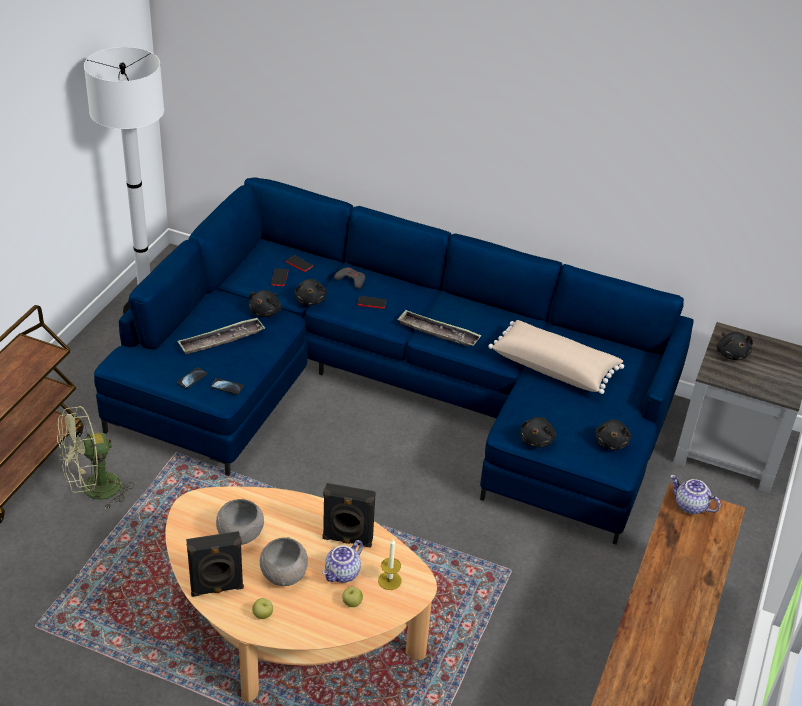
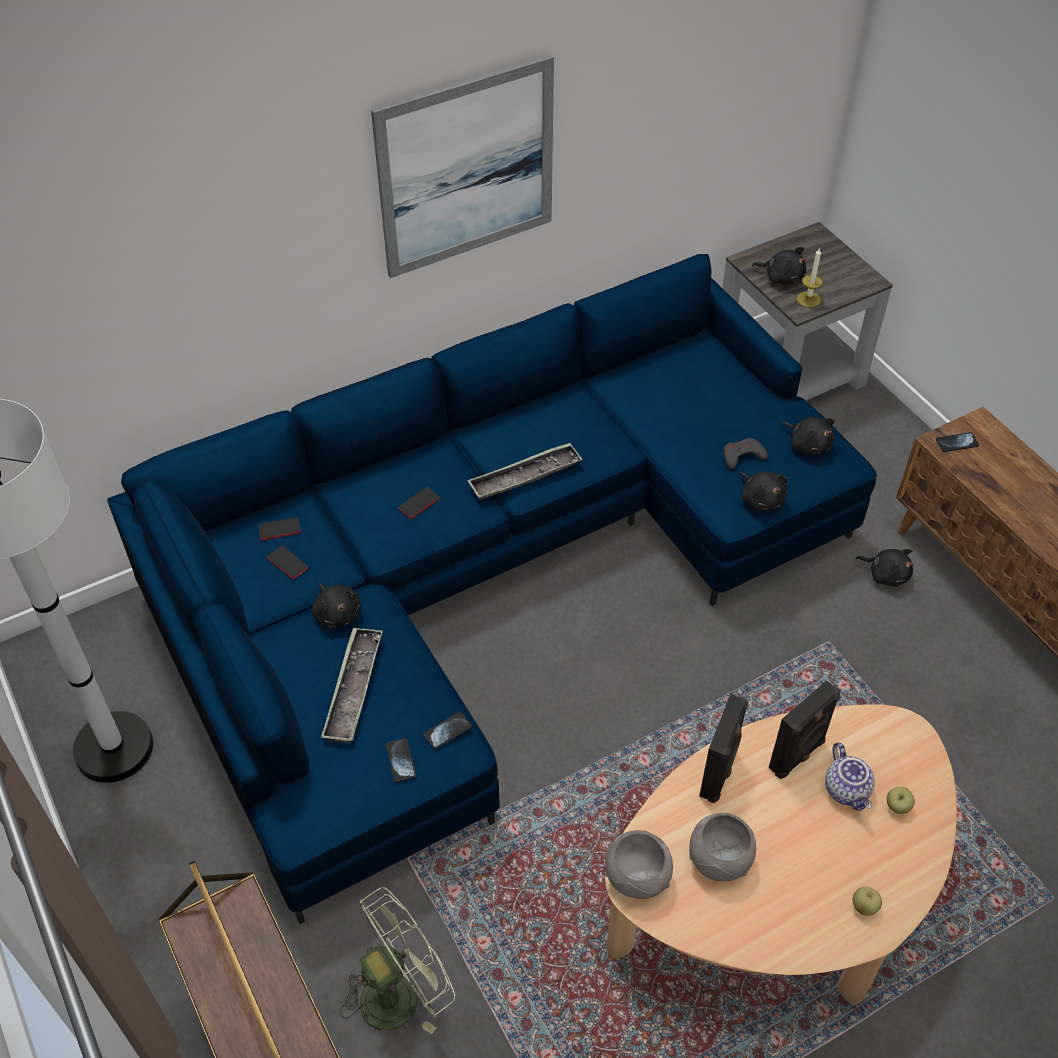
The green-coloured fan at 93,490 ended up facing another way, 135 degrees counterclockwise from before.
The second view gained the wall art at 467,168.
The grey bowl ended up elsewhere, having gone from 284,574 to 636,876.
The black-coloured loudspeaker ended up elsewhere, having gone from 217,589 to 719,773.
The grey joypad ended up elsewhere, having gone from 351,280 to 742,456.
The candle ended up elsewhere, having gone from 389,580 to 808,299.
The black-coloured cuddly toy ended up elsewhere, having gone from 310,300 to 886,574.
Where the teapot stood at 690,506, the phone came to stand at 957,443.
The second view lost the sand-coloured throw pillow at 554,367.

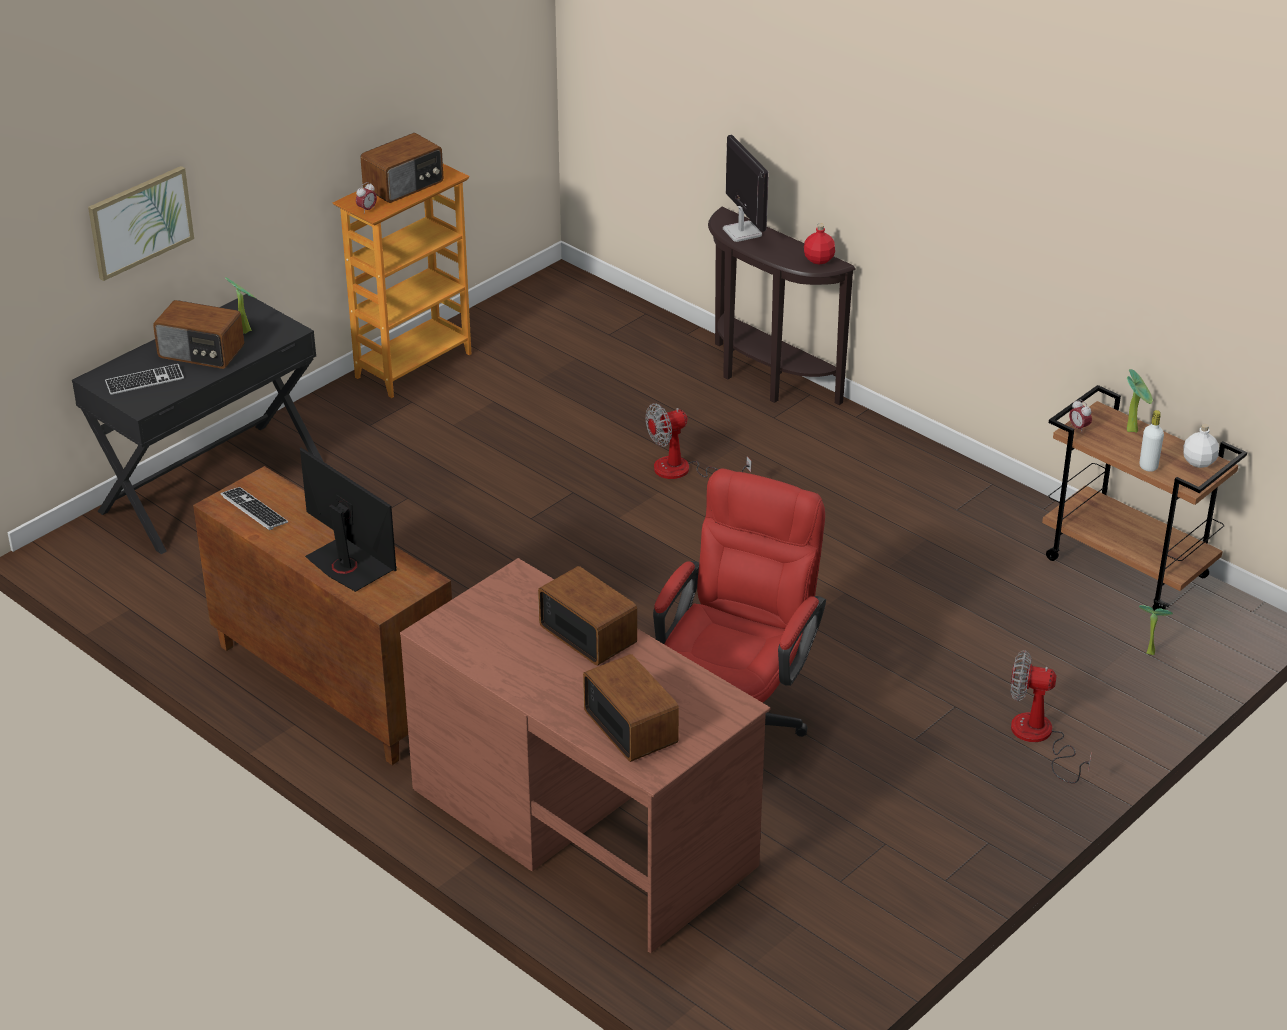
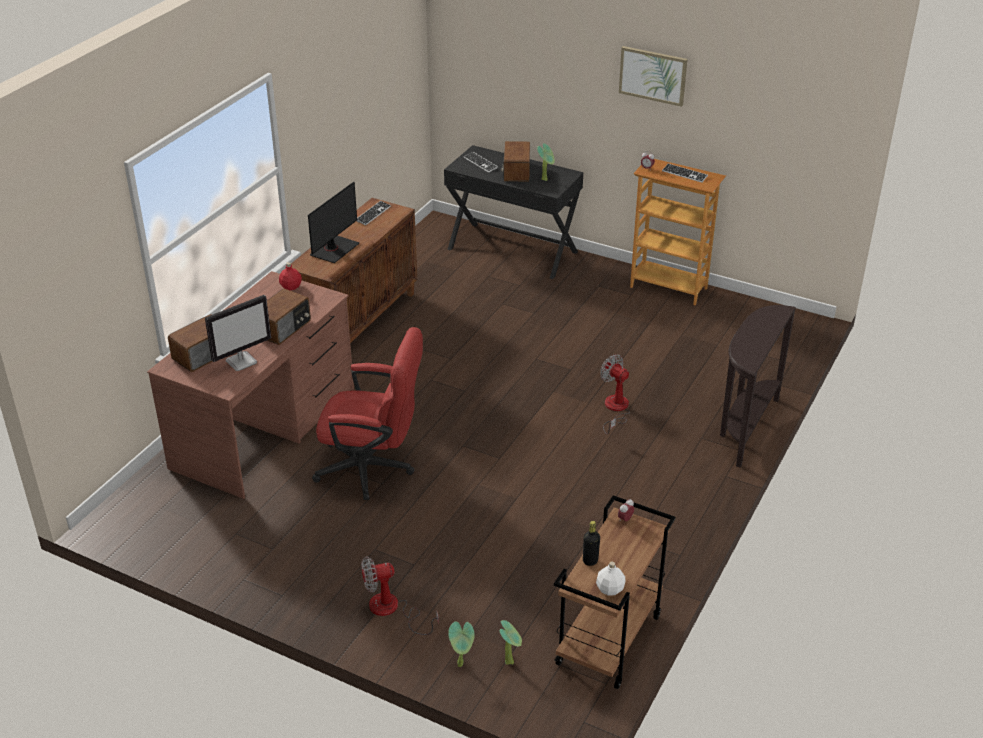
The computer screen ended up elsewhere, having gone from 741,232 to 242,361.
The red beverage bottle ended up elsewhere, having gone from 818,260 to 290,287.
The fan at 1039,738 ended up facing another way, 105 degrees counterclockwise from before.
The houseplant ended up elsewhere, having gone from 1133,429 to 461,664.
What was the whitish beverage bottle at 1148,466 turned into the black-coloured beverage bottle at 590,561.
The wall art ended up elsewhere, having gone from 140,222 to 653,75.
Where the radio receiver stood at 404,185, the computer keyboard came to stand at 684,174.

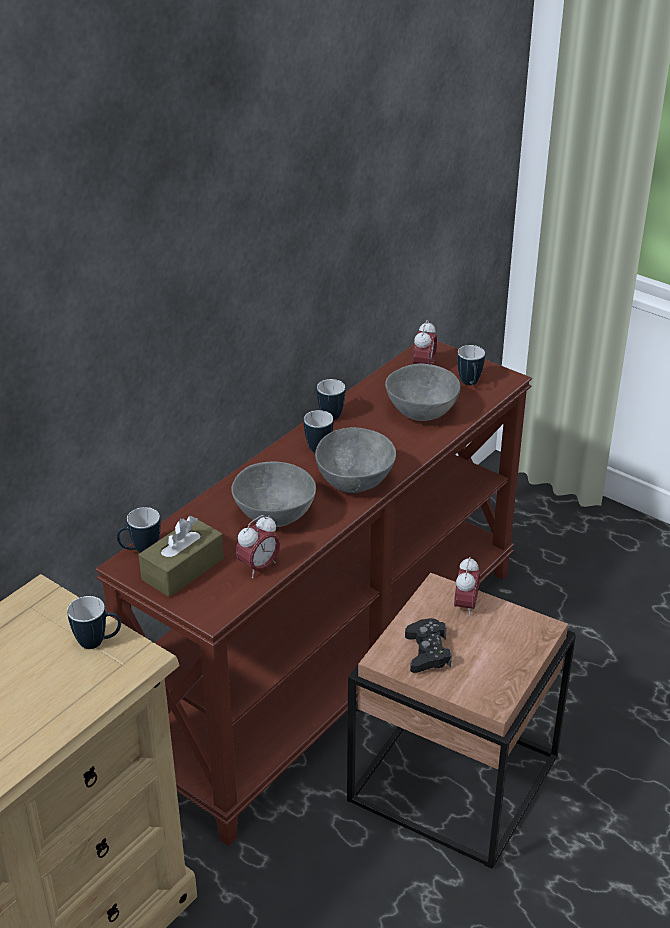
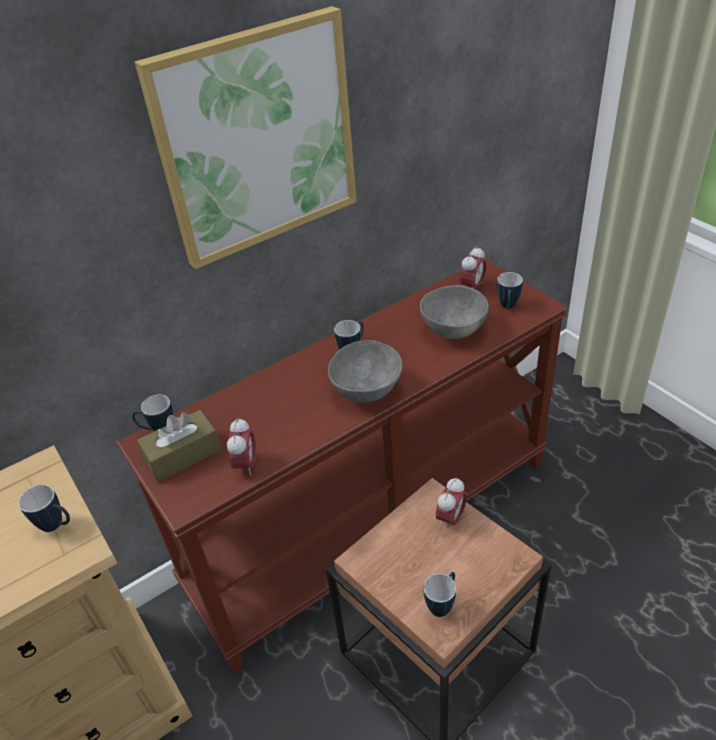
The second view gained the wall art at 257,139.
The bedside clock at 259,567 ended up facing another way, 60 degrees counterclockwise from before.
The tea mug ended up elsewhere, having gone from 333,413 to 442,604.
The second view lost the grey bowl at 275,517.
The second view lost the black-coloured joypad at 427,652.

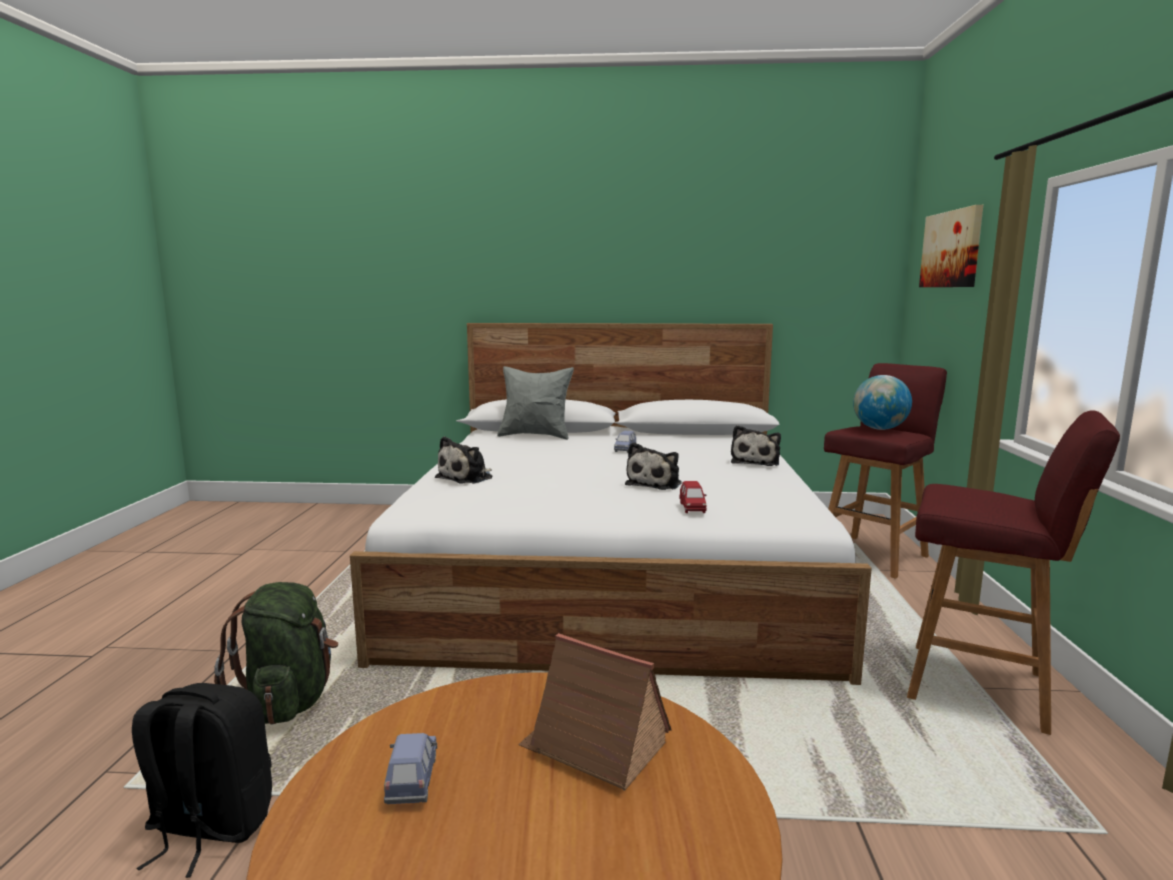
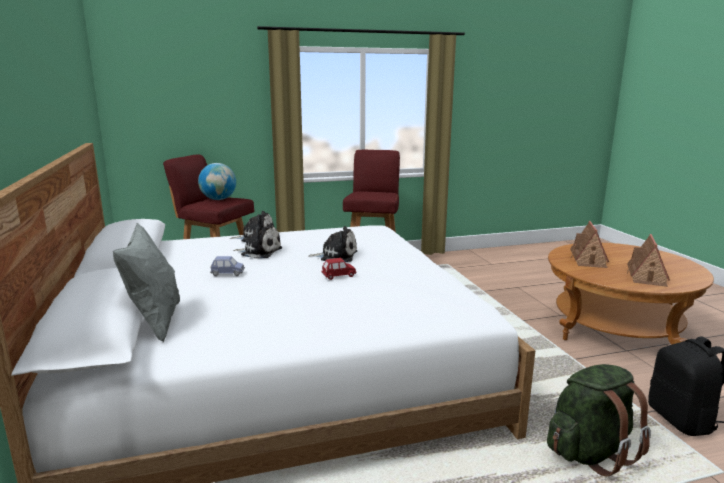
The cuddly toy ended up elsewhere, having gone from 467,478 to 259,252.
The red model car ended up elsewhere, having gone from 692,508 to 339,276.
Where the blue-coloured model car stood at 412,780, the miniature house came to stand at 647,276.
The second view lost the wall art at 952,249.

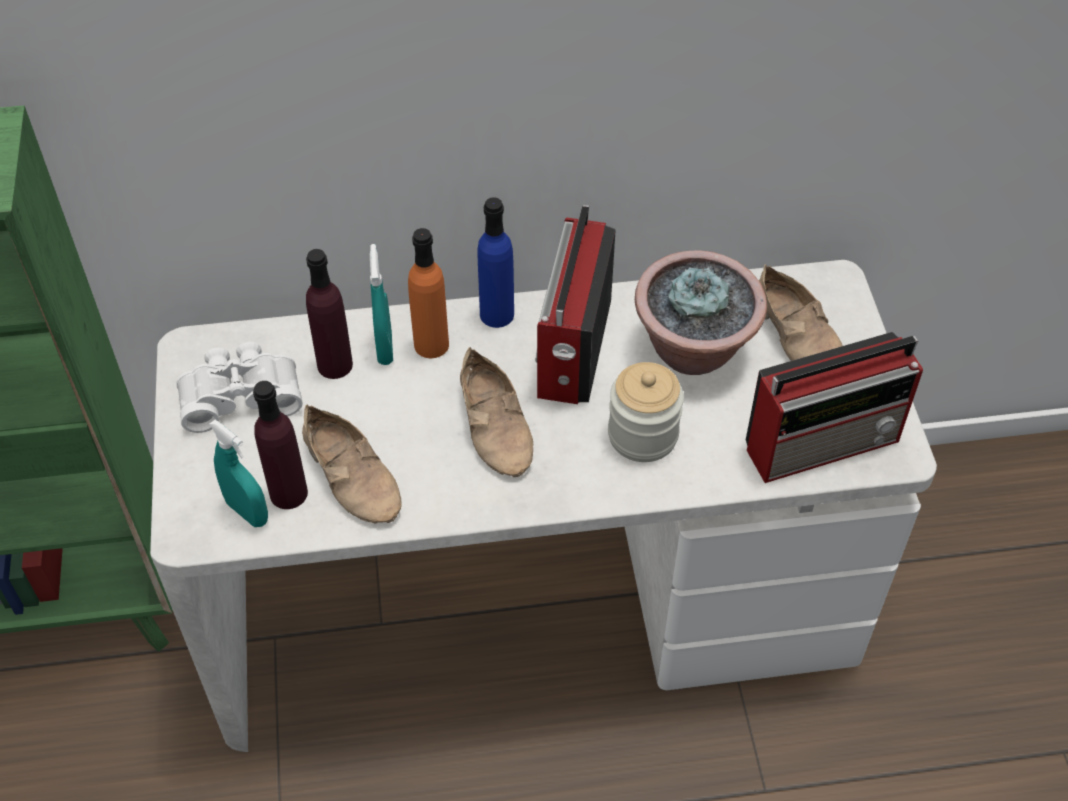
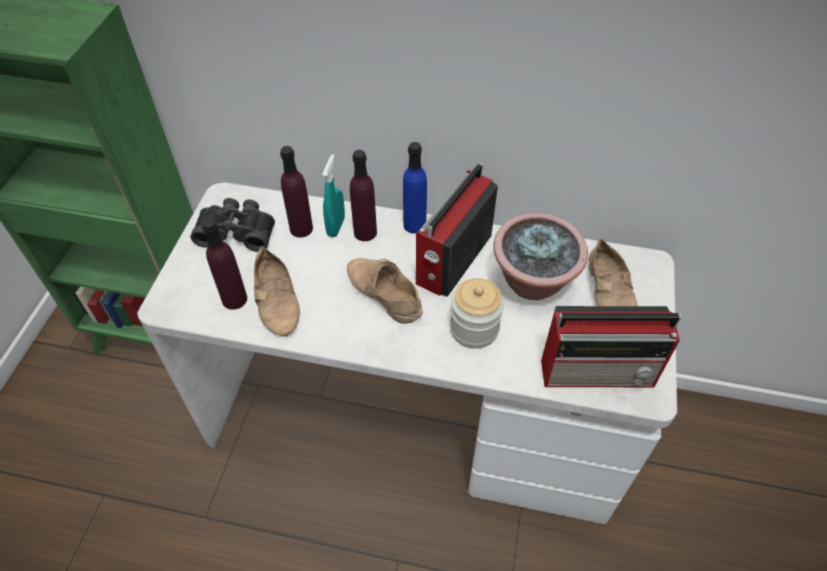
What was the whitish pair of binoculars at 240,395 turned into the black-coloured pair of binoculars at 237,231.
The sand-coloured shoe at 497,424 ended up facing another way, 135 degrees clockwise from before.
What was the orange-coloured beverage bottle at 431,344 turned into the purple beverage bottle at 365,232.
The second view lost the blue-green hand sprayer at 247,512.

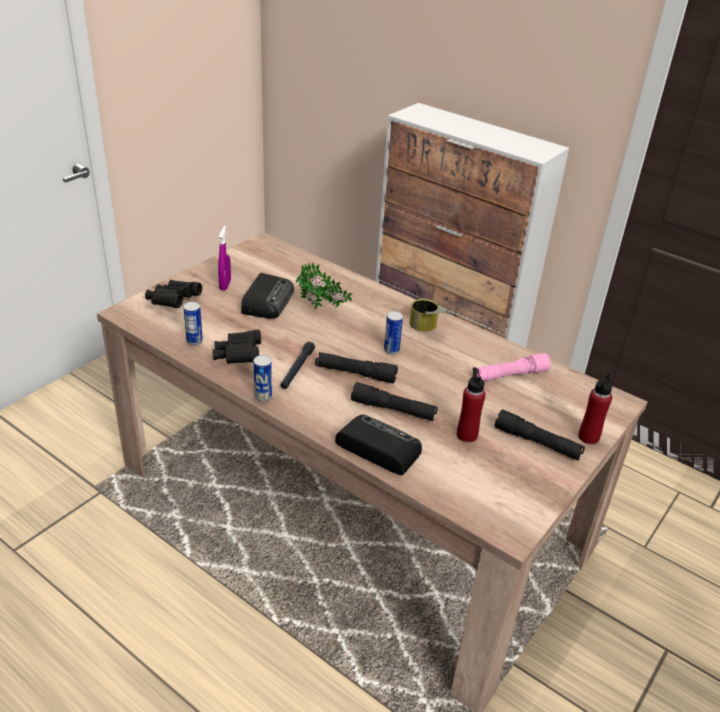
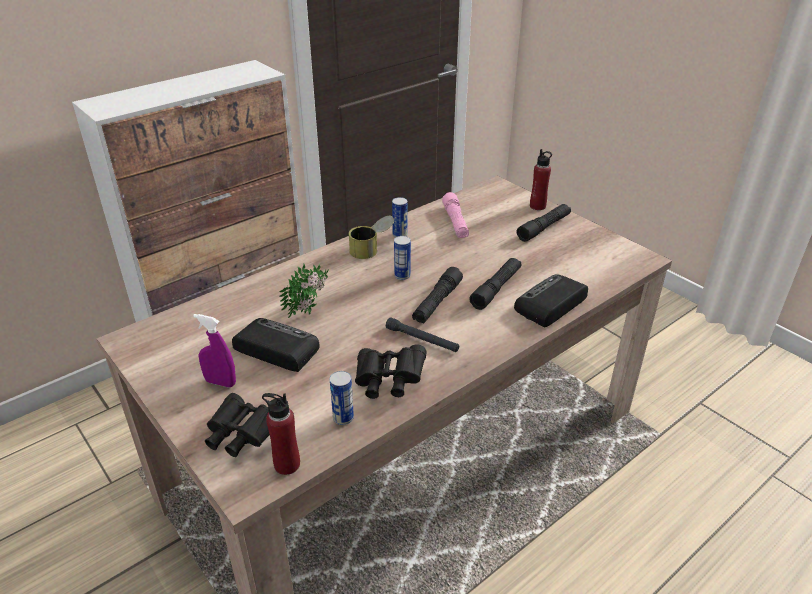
The red beverage bottle ended up elsewhere, having gone from 467,435 to 287,464.
The can ended up elsewhere, having gone from 263,396 to 400,235.

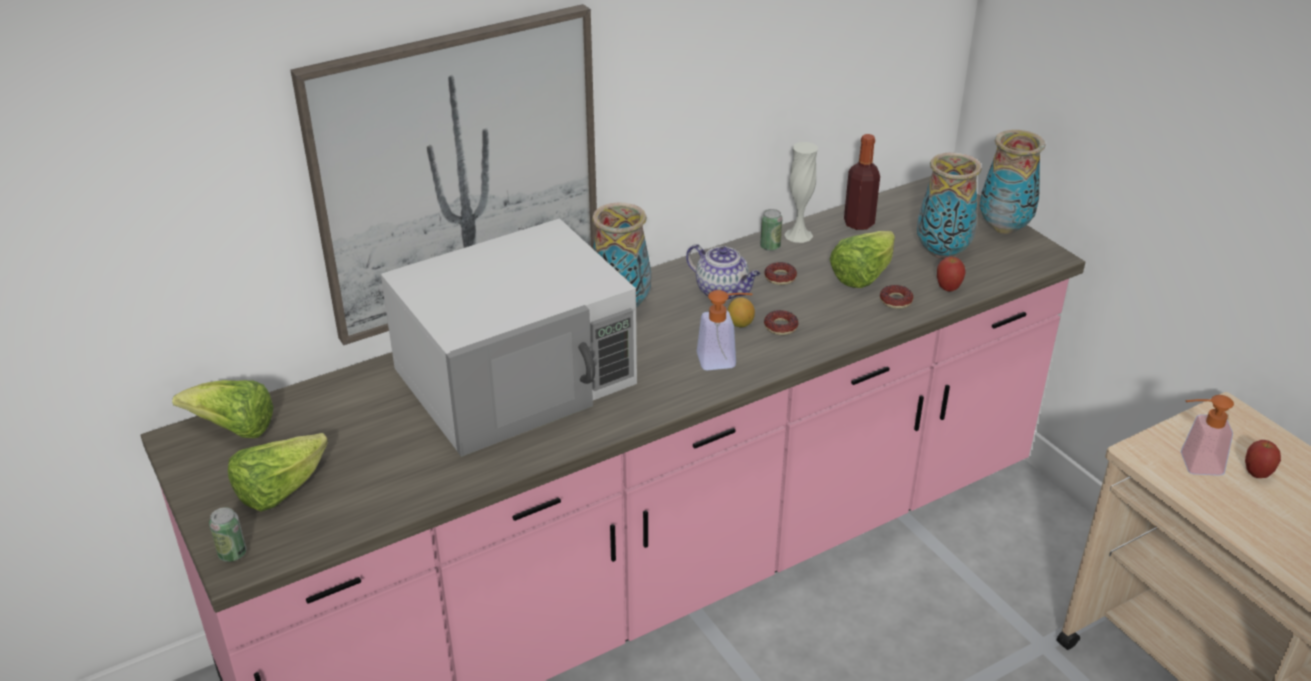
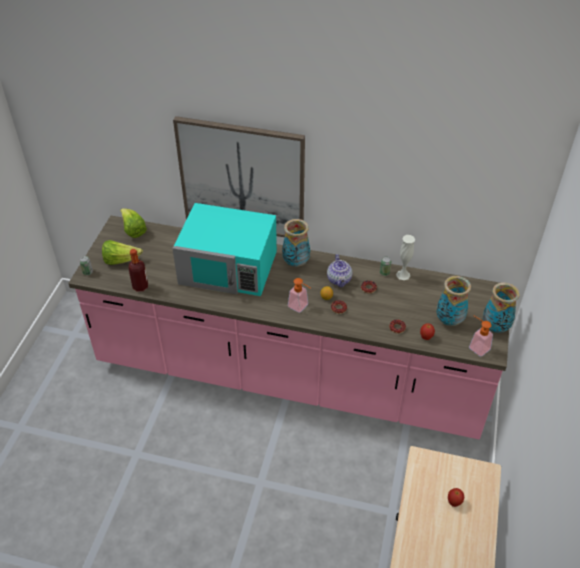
The beverage bottle ended up elsewhere, having gone from 859,223 to 140,286.
What was the whitish kitchen microwave at 517,377 turned into the blue-green kitchen microwave at 229,267.
The soap dispenser ended up elsewhere, having gone from 1193,464 to 476,346.
The second view lost the lettuce head at 862,275.

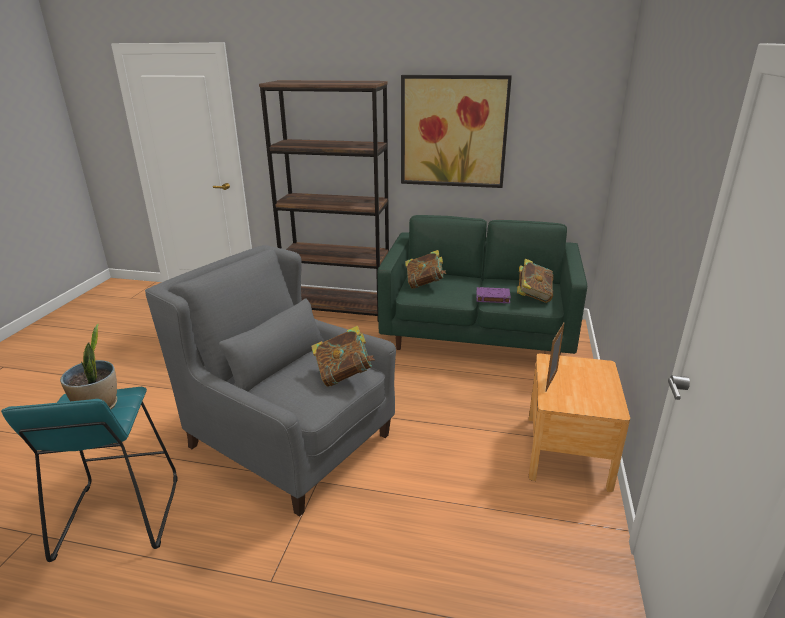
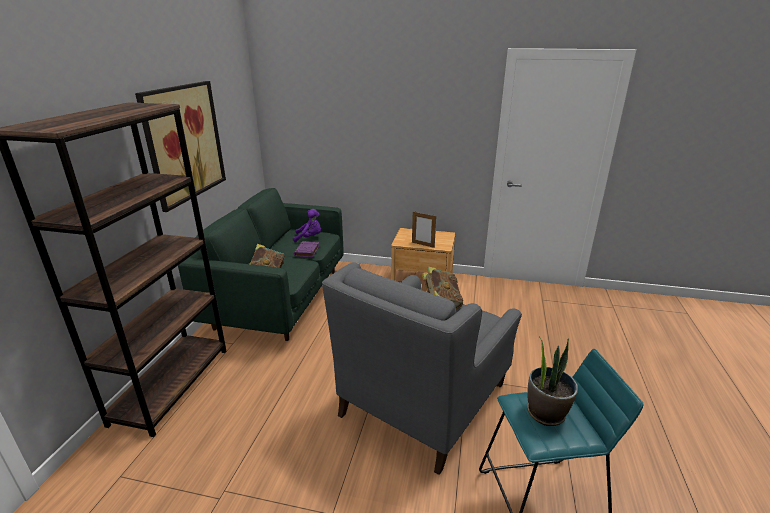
Where the volume stood at 533,296, the purple cuddly toy came to stand at 309,238.

